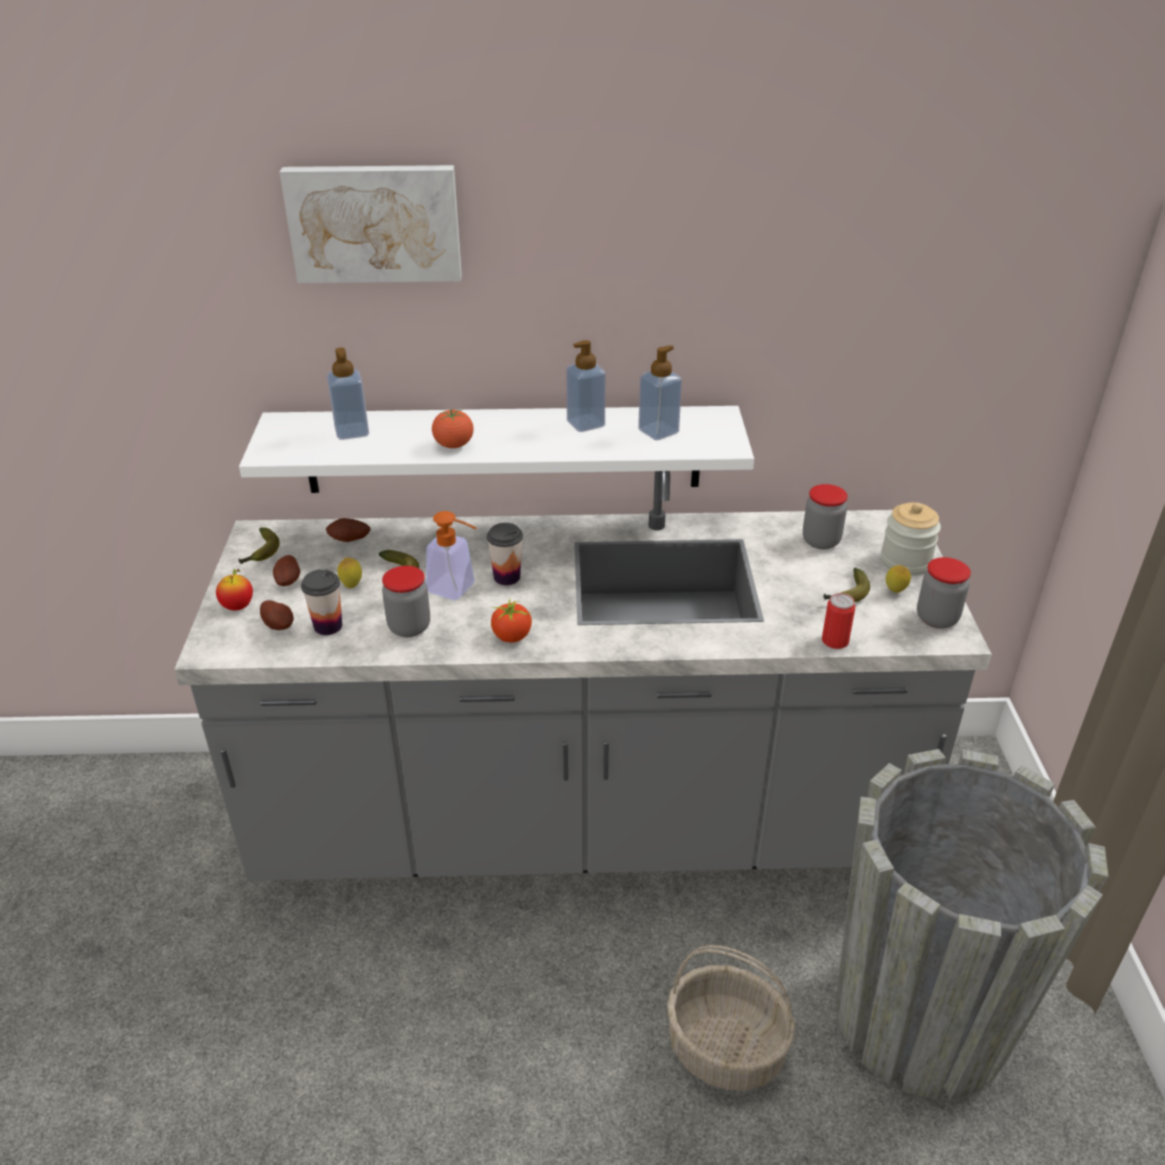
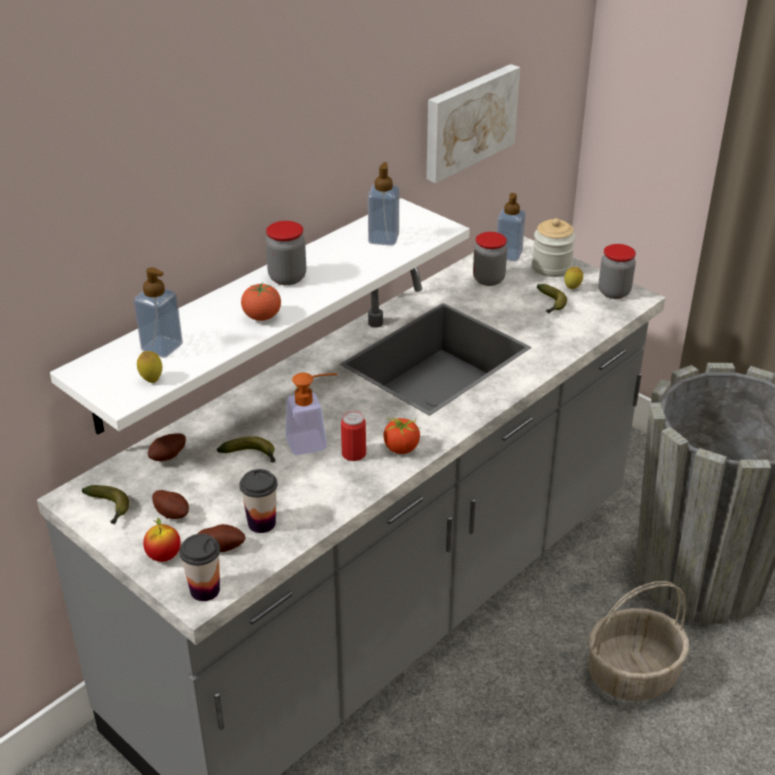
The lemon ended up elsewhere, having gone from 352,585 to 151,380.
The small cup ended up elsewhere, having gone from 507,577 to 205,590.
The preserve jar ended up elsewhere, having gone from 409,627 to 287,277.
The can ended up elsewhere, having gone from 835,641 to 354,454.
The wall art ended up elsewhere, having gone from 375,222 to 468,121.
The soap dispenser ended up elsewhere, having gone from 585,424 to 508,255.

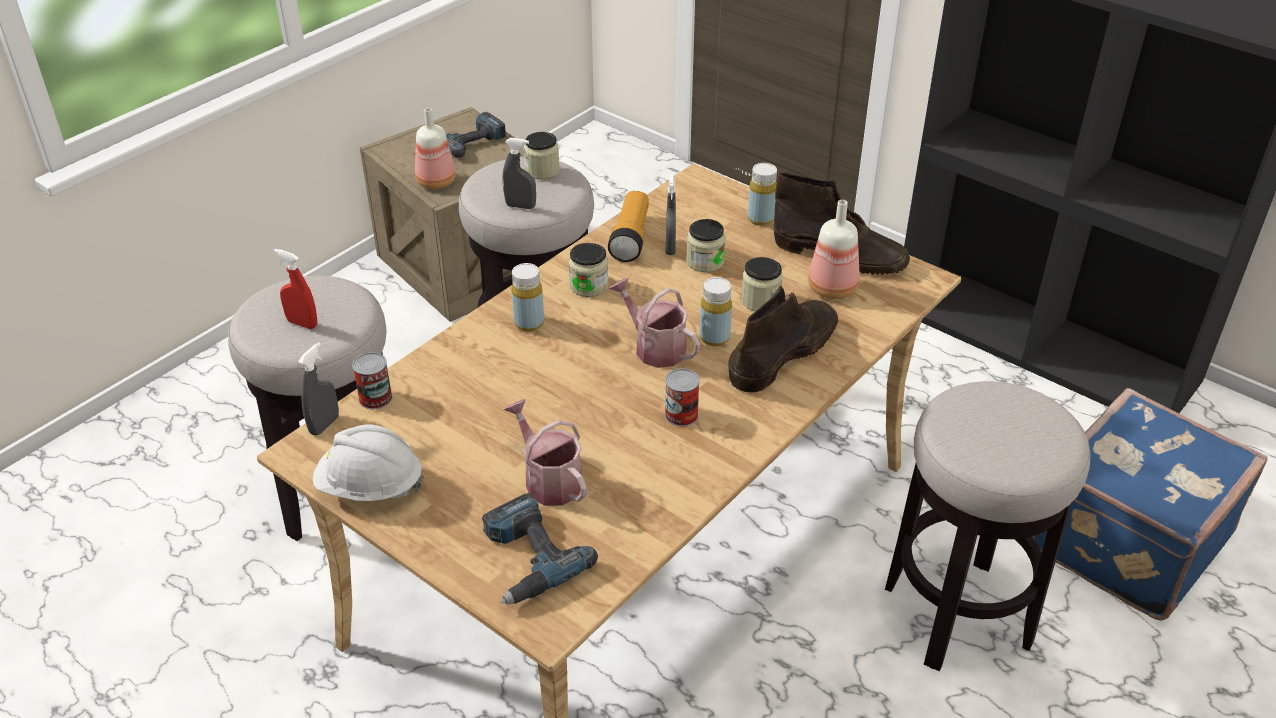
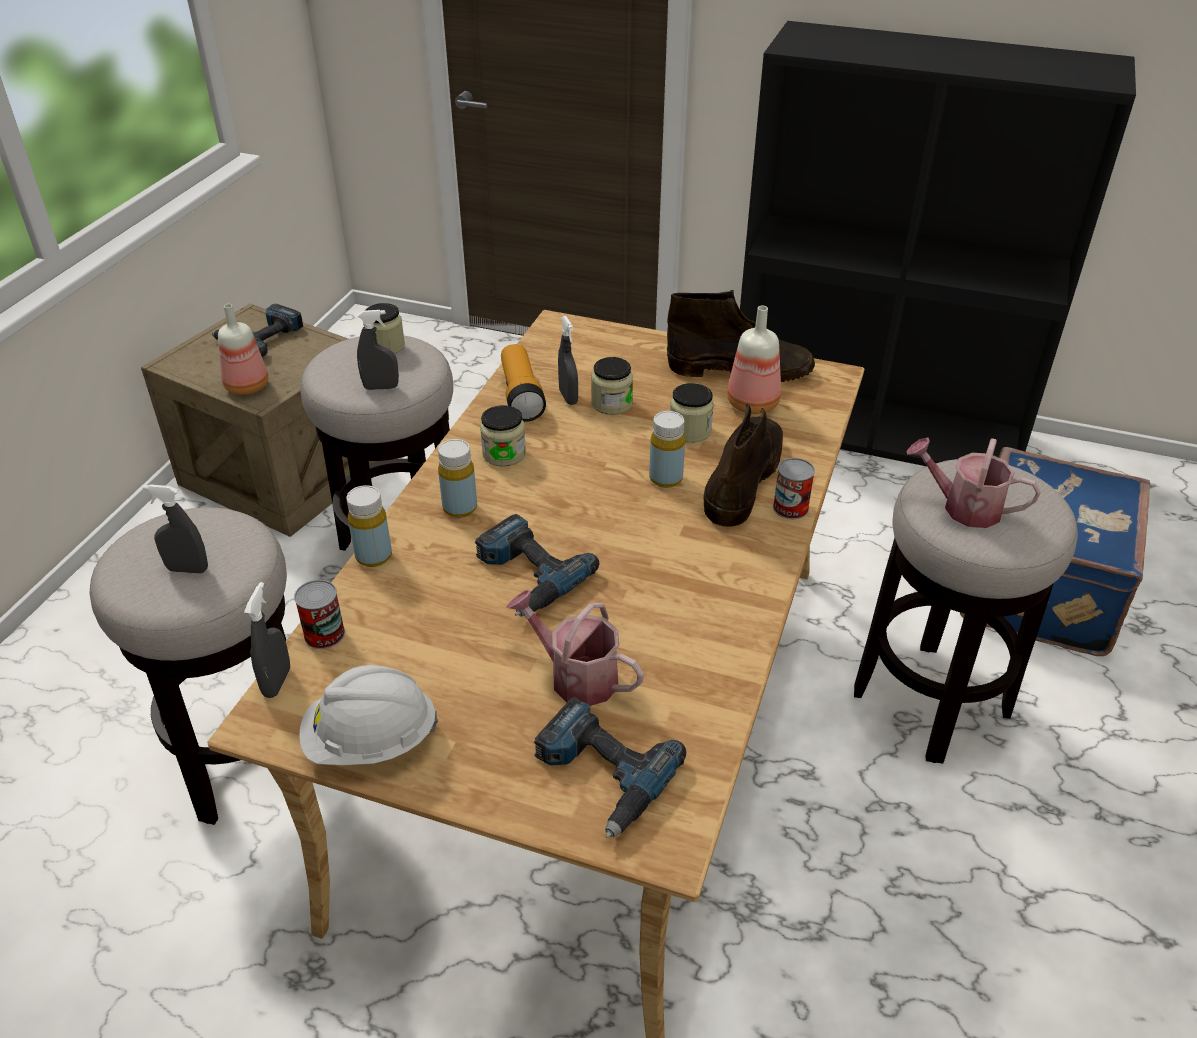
What was the red hand sprayer at 302,323 turned into the grey hand sprayer at 188,569.
The yellow-coloured beverage bottle ended up elsewhere, having gone from 761,219 to 374,556.
The second view gained the electric drill at 526,575.
The can ended up elsewhere, having gone from 681,414 to 790,508.
The sprinkling can ended up elsewhere, having gone from 655,347 to 963,507.

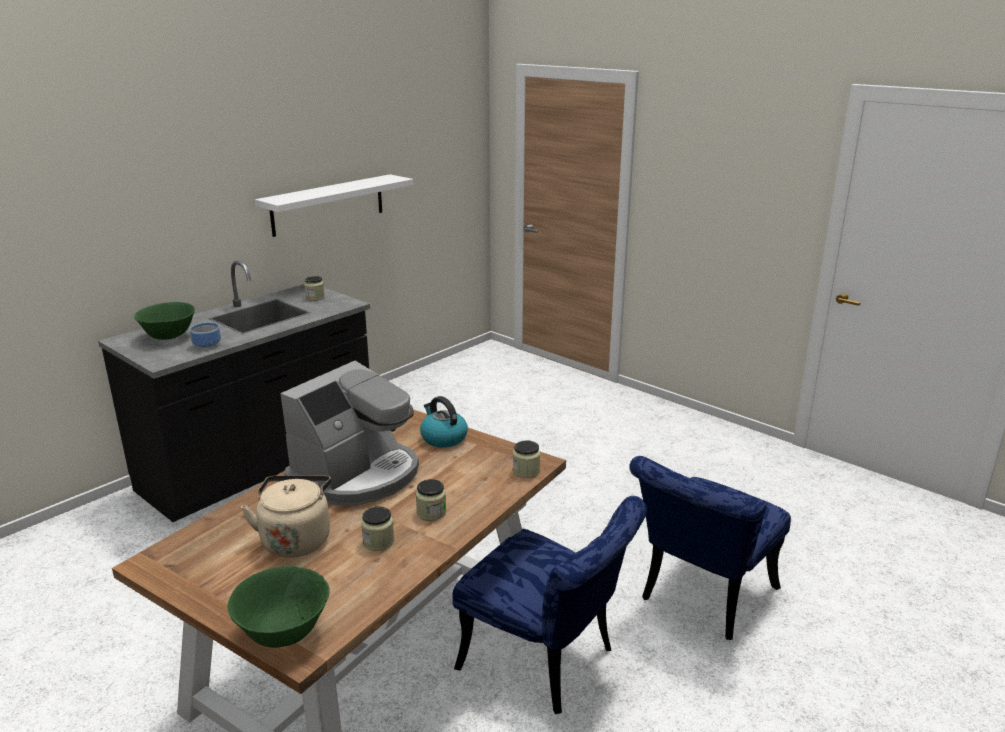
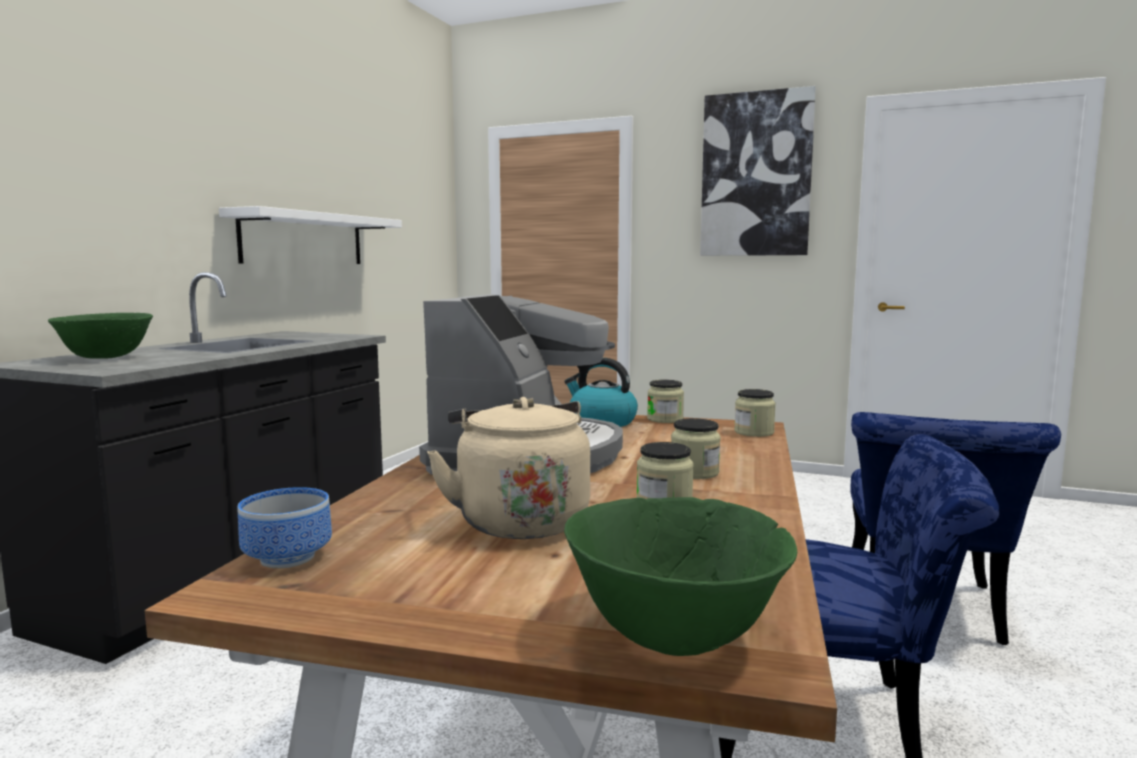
The bowl ended up elsewhere, having gone from 206,346 to 284,559.
The preserve jar ended up elsewhere, having gone from 315,297 to 665,419.
The second view gained the wall art at 756,175.

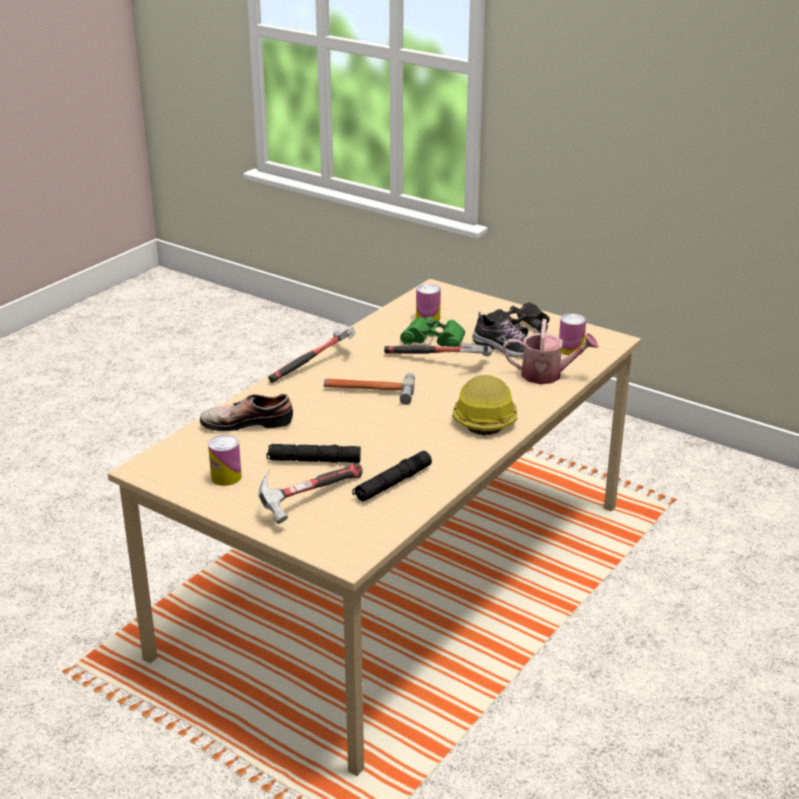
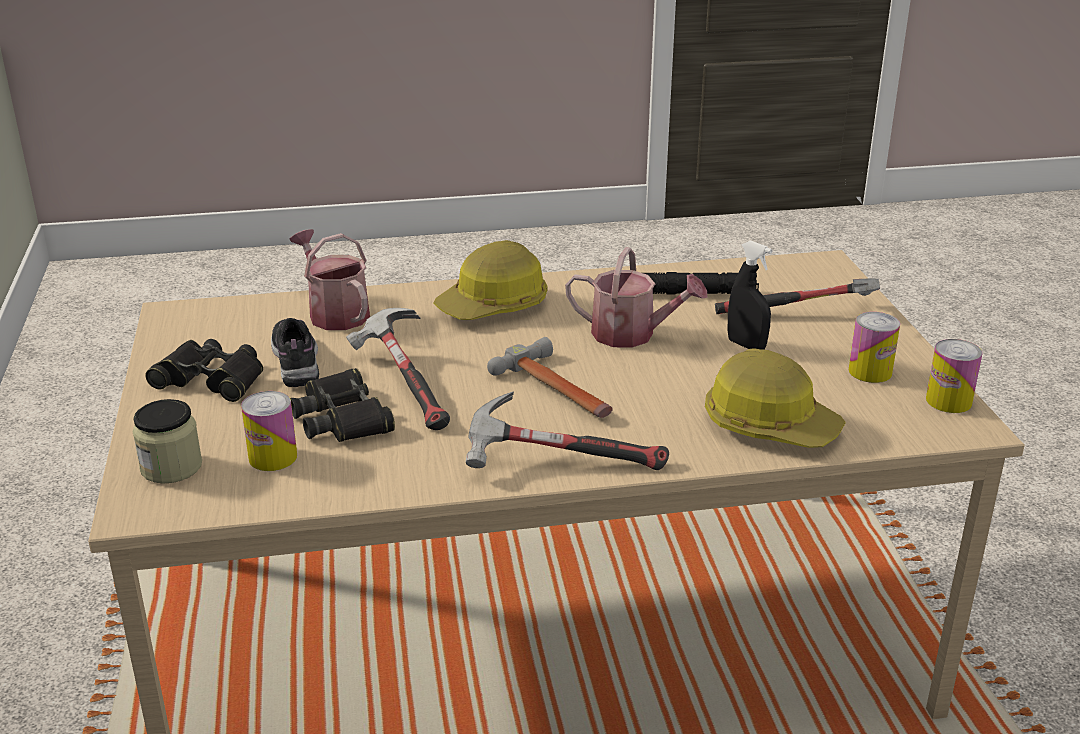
The second view gained the preserve jar at 171,467.
What was the green-coloured pair of binoculars at 434,339 turned into the black-coloured pair of binoculars at 342,418.
The second view gained the sprinkling can at 632,335.
Where the shoe stood at 247,422, the hard hat came to stand at 769,424.
Where the black-coloured torch stood at 314,460, the black-coloured hand sprayer came to stand at 746,345.
The can ended up elsewhere, having gone from 571,349 to 948,401.

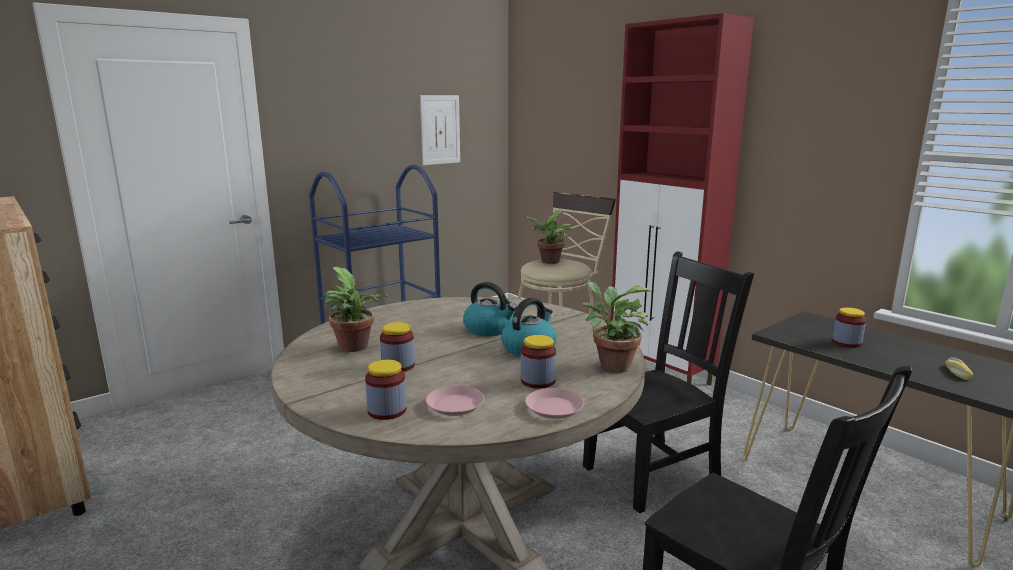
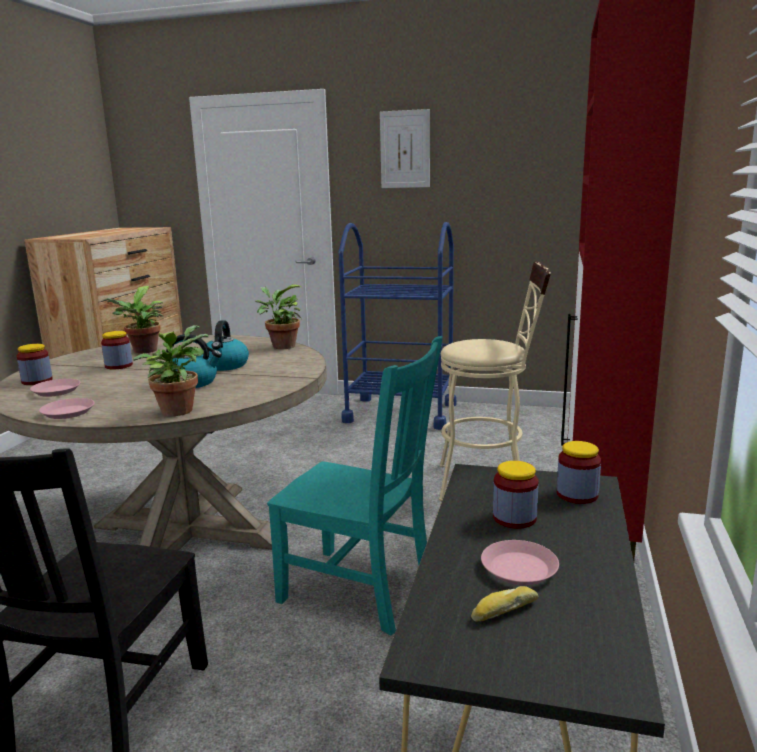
The houseplant ended up elsewhere, having gone from 548,262 to 281,346.
What was the black-coloured chair at 655,472 turned into the blue-green chair at 361,590.
The wall art ended up elsewhere, having gone from 440,130 to 405,149.
The second view gained the pink dinner plate at 519,569.
The preserve jar ended up elsewhere, having gone from 538,381 to 577,494.

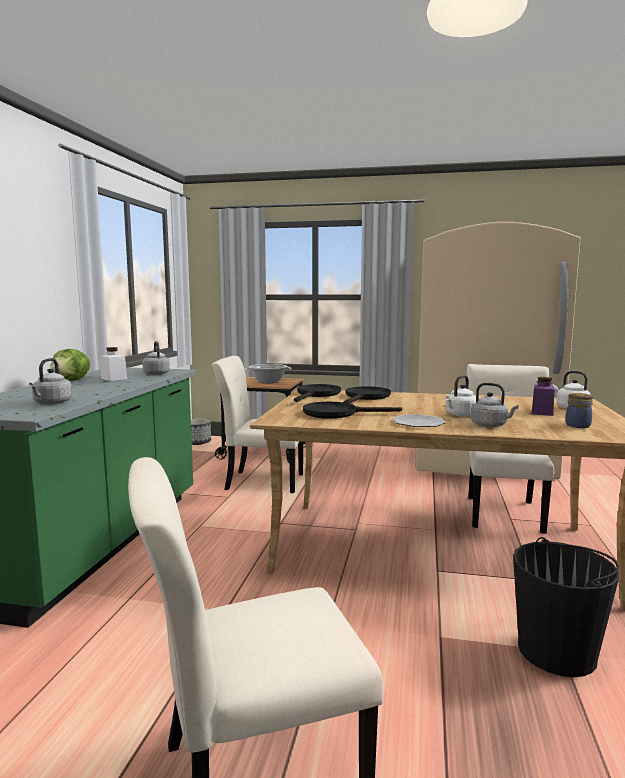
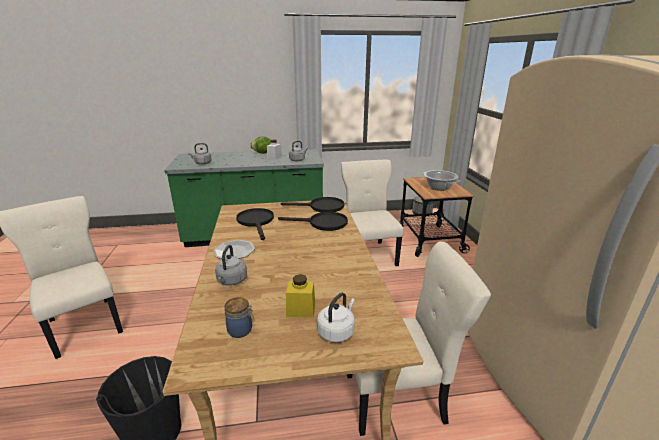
What was the purple preserve jar at 542,412 turned into the yellow-coloured preserve jar at 301,310.
The second view lost the whitish tea kettle at 460,415.

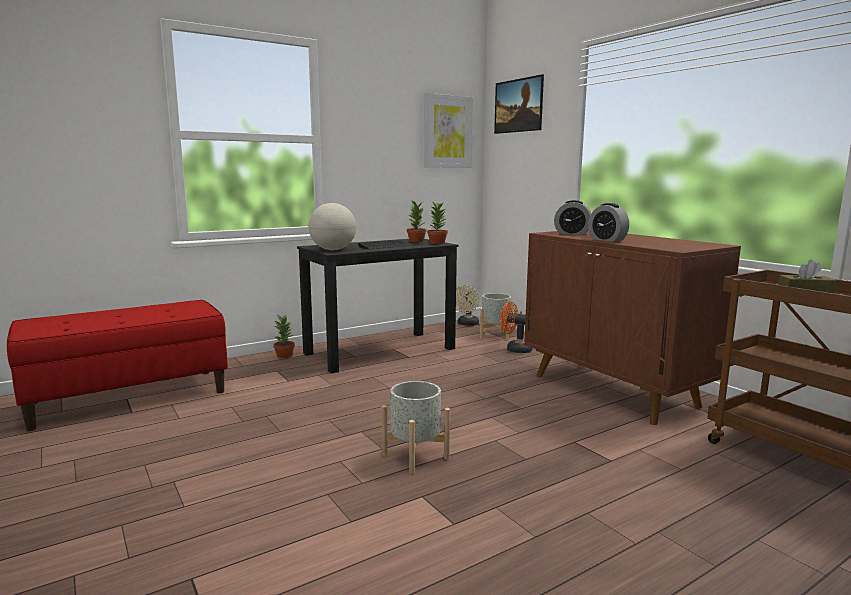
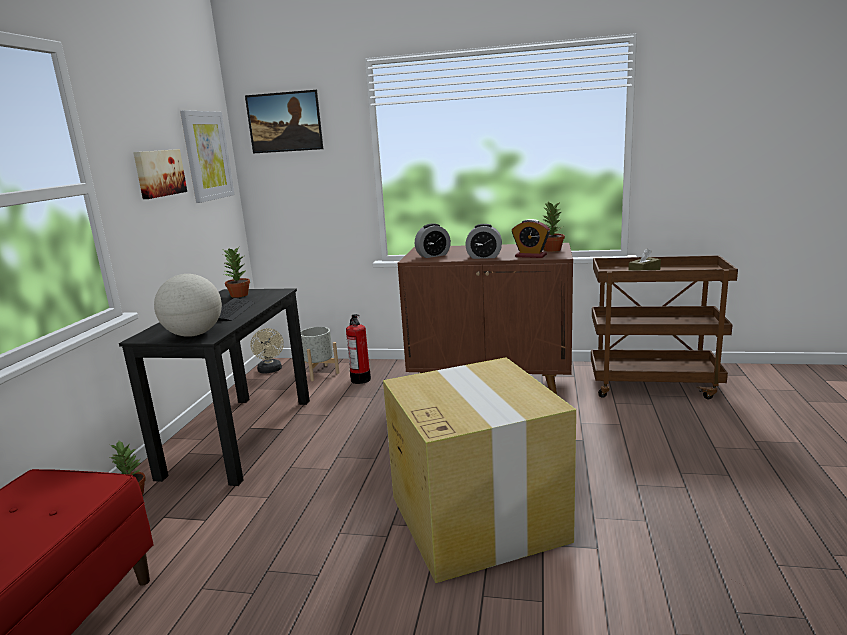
The second view gained the wall art at 159,173.
Where the orange-coloured fan stood at 515,349, the fire-fighting cylinder came to stand at 361,379.
Where the grey plant pot stood at 415,456, the carton came to stand at 476,516.
The second view gained the bedside clock at 530,256.
The houseplant ended up elsewhere, having gone from 437,243 to 551,249.

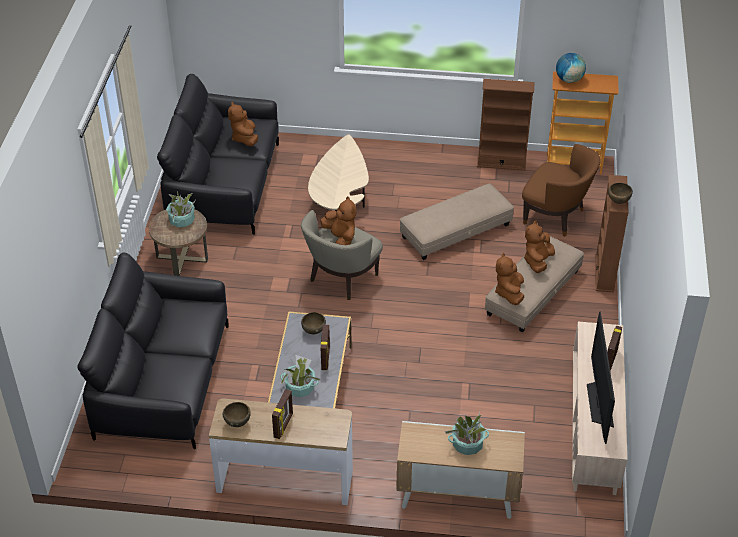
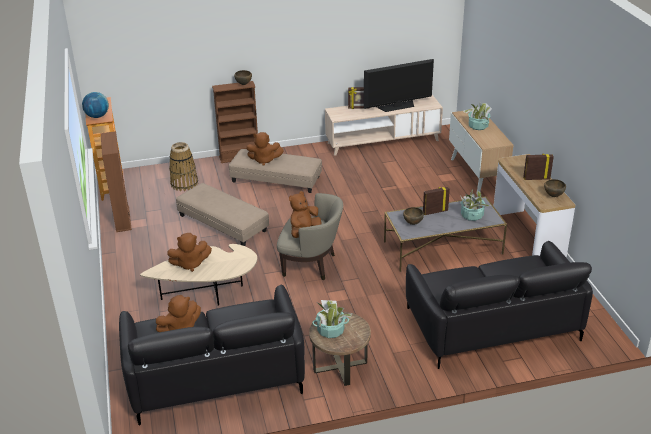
The brownish cuddly toy ended up elsewhere, having gone from 509,293 to 190,264.
Where the brownish easy chair stood at 556,217, the household basket came to stand at 184,184.

